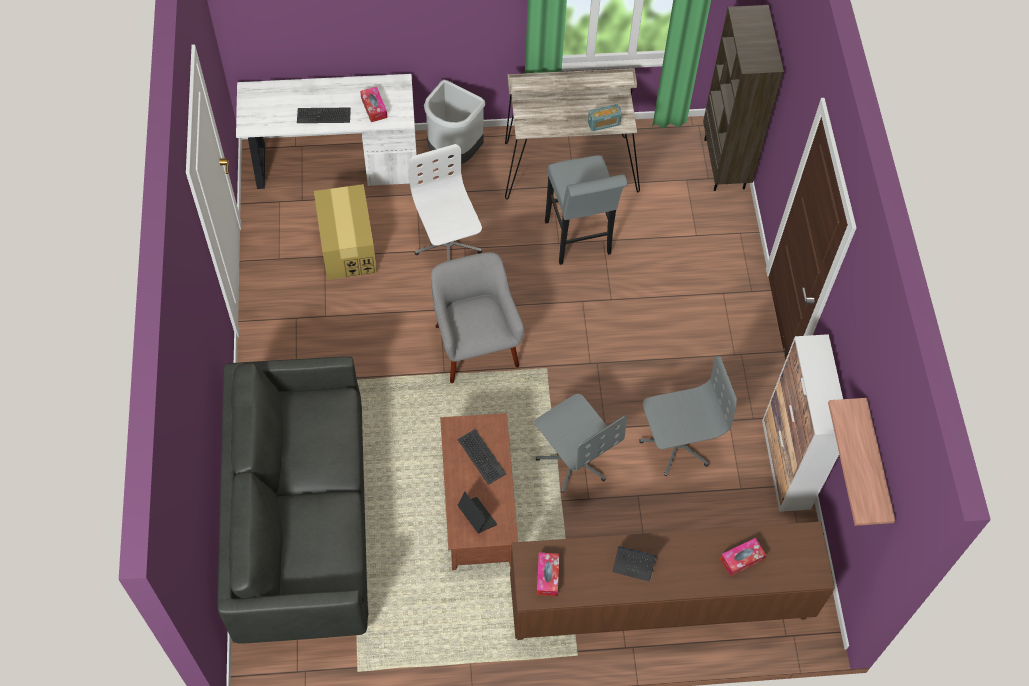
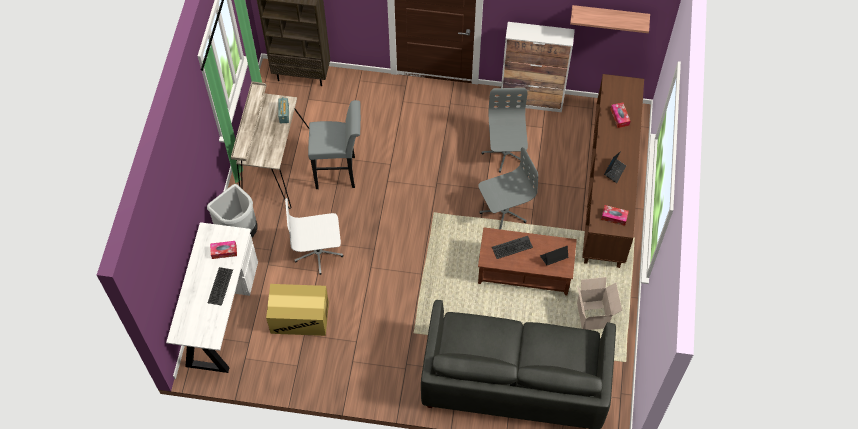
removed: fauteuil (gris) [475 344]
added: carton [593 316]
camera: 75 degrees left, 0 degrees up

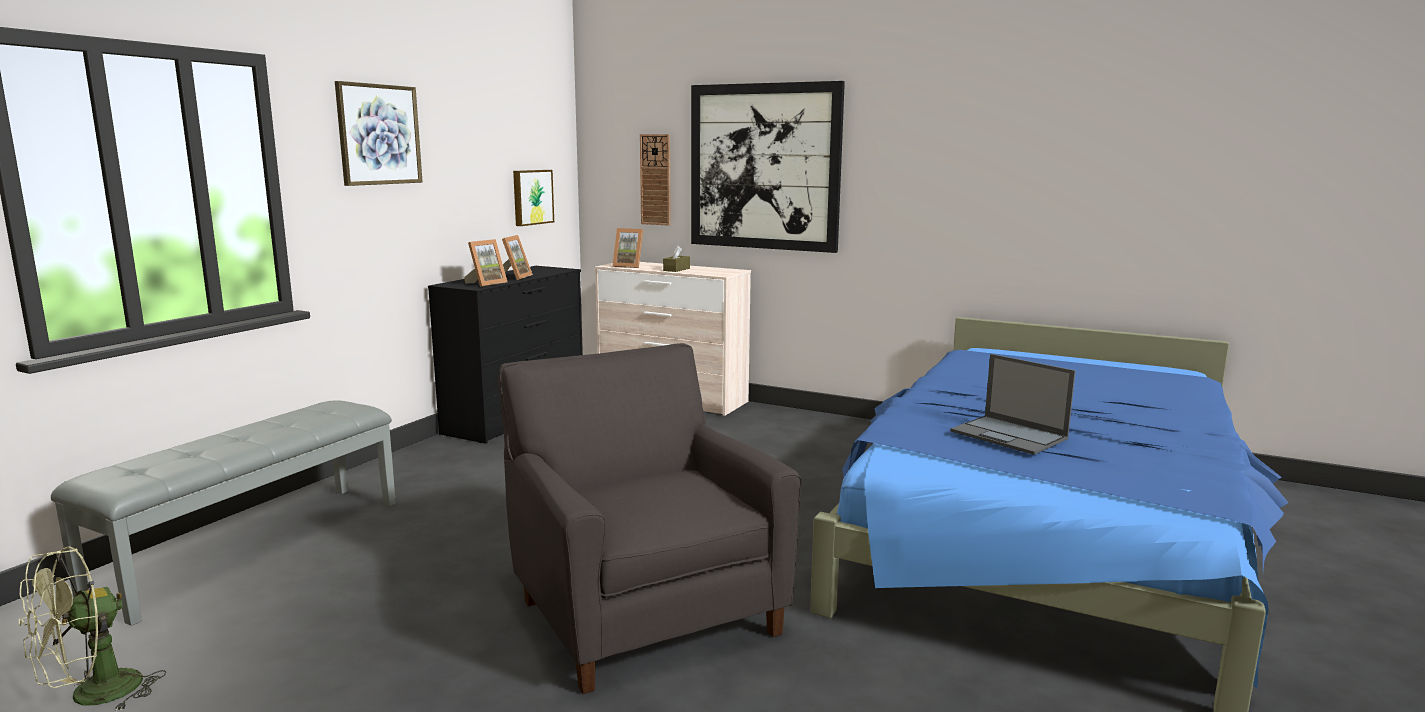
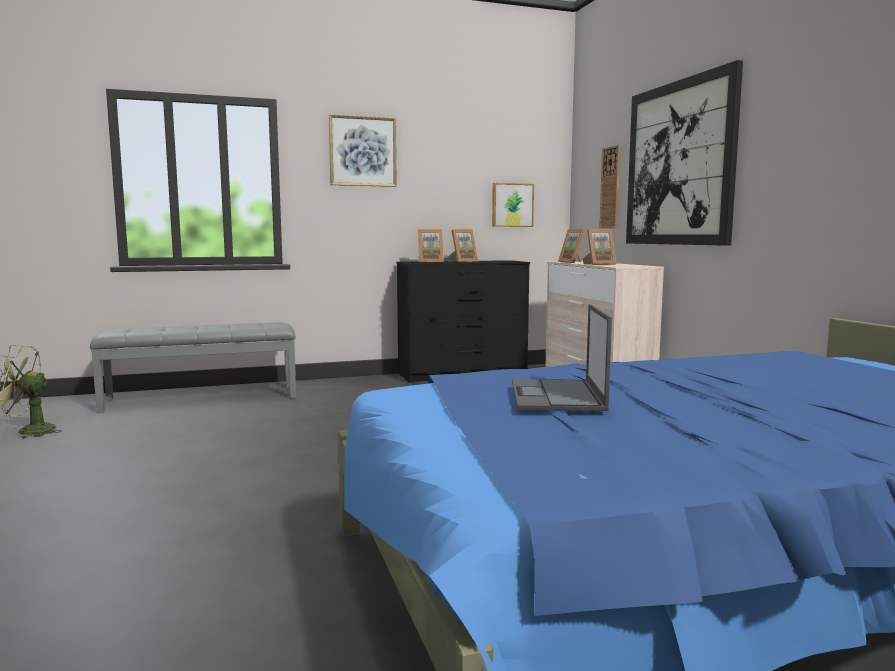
removed: fauteuil (gris) [642 611]
replaced: boîte à mouchoirs (marron) [676 269] to cadre photo [599 264]
camera: 45 degrees right, 5 degrees down

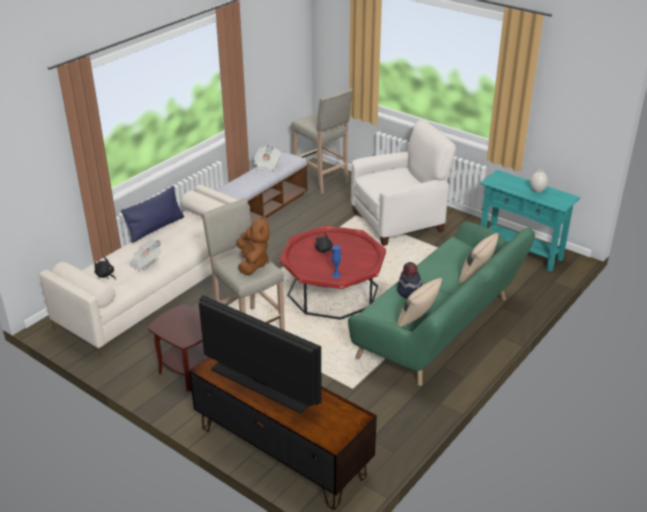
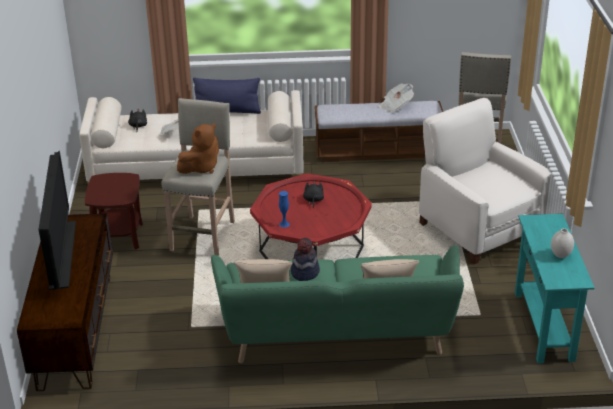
turned: fauteuil (blanc) [398 221] = [478 228] 150 degrees counterclockwise
camera: 50 degrees right, 0 degrees up

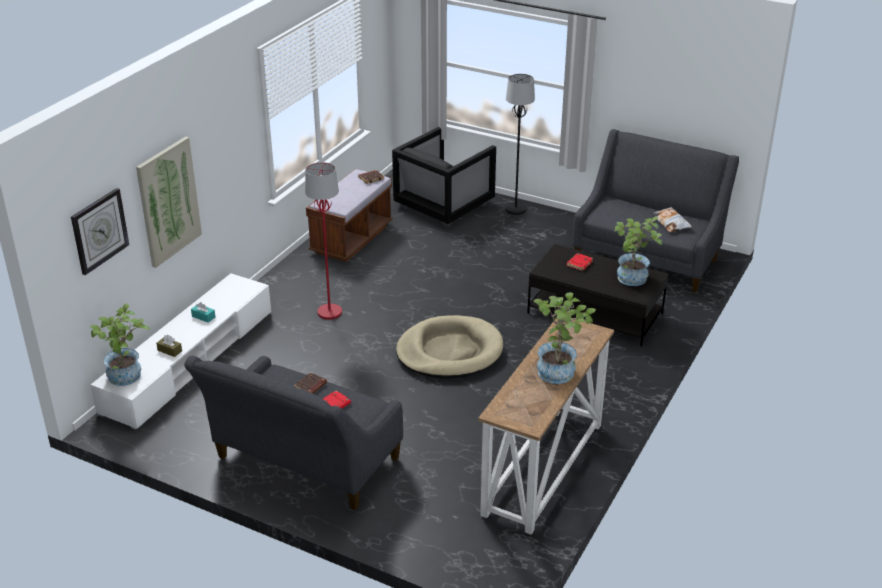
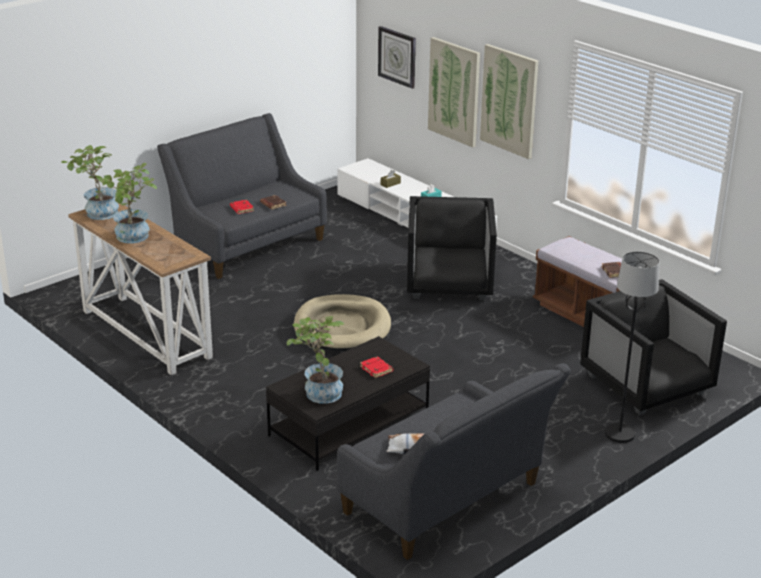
added: tableau [509 101]
moved: plante en pot [127 378] to [97 214]
replaced: lampadaire (rouge) [329 312] to fauteuil (noir) [449 283]
camera: 110 degrees right, 5 degrees down

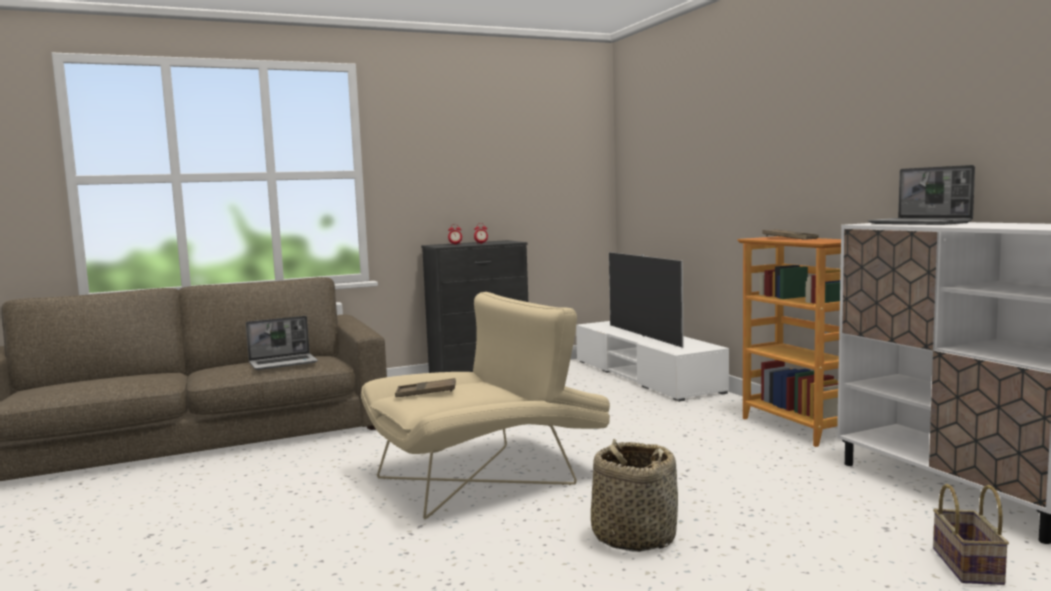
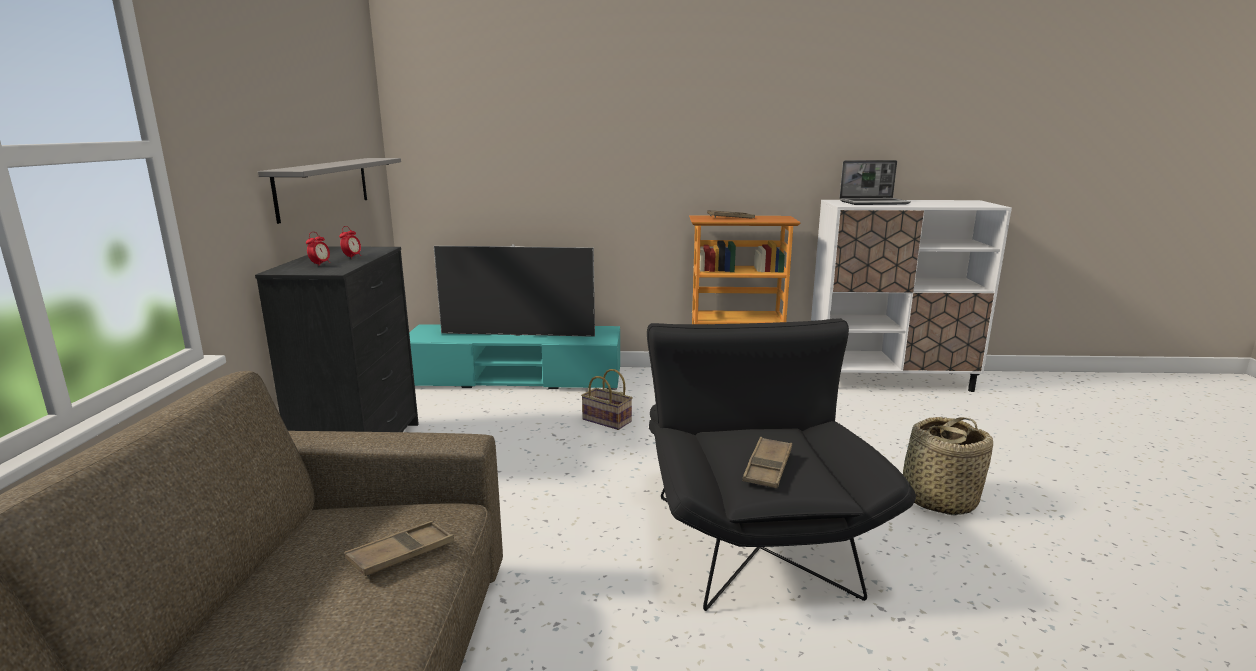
added: étagère (gris) [324 187]
moved: panier [964 565] to [605 420]
replaced: ordinateur portable [284 363] to plateau (marron) [401 554]
recoloured: meuble télé (blanc) [645 376] to meuble télé (turquoise) [515 378]; fauteuil (beige) [488 476] to fauteuil (noir) [751 532]
camera: 65 degrees left, 10 degrees up

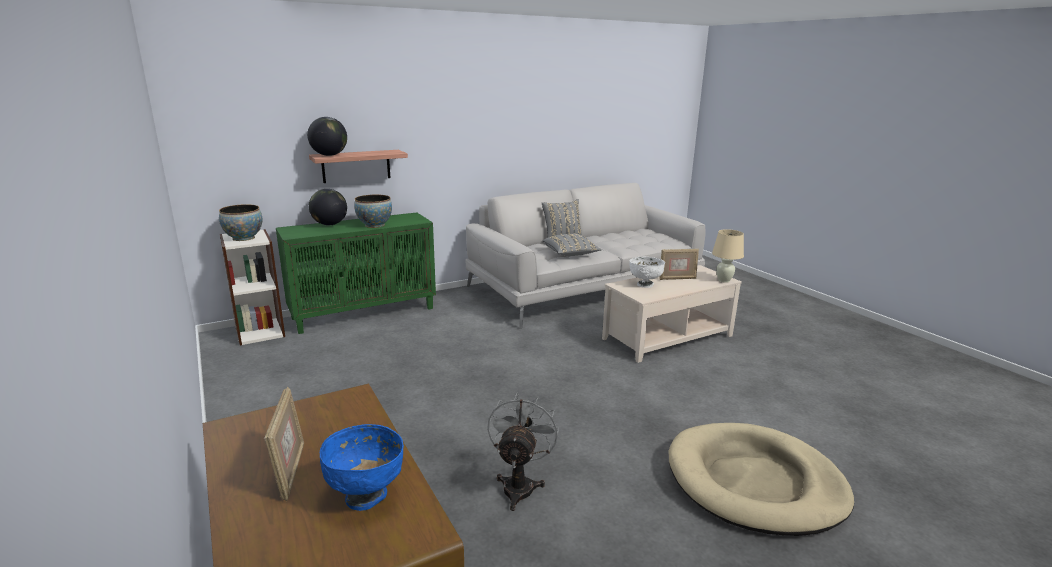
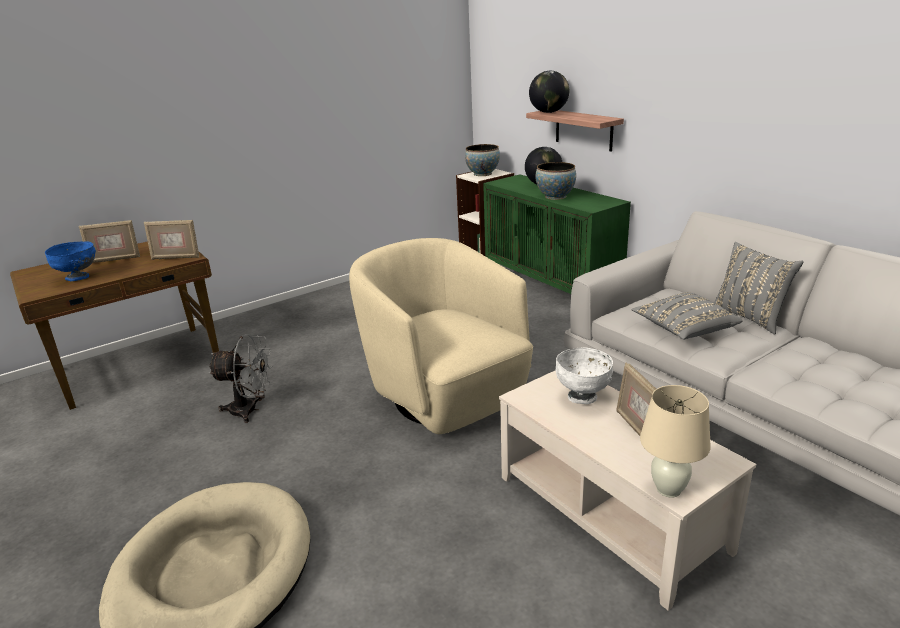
added: cadre photo [176 257]; fauteuil (beige) [445 395]
camera: 85 degrees right, 5 degrees up

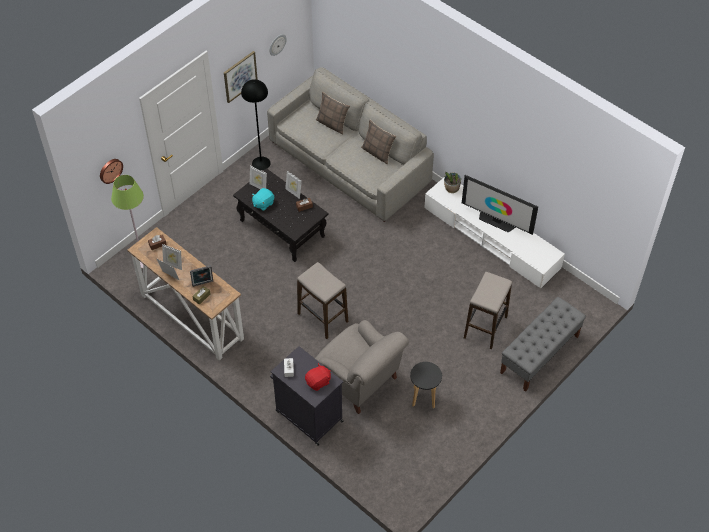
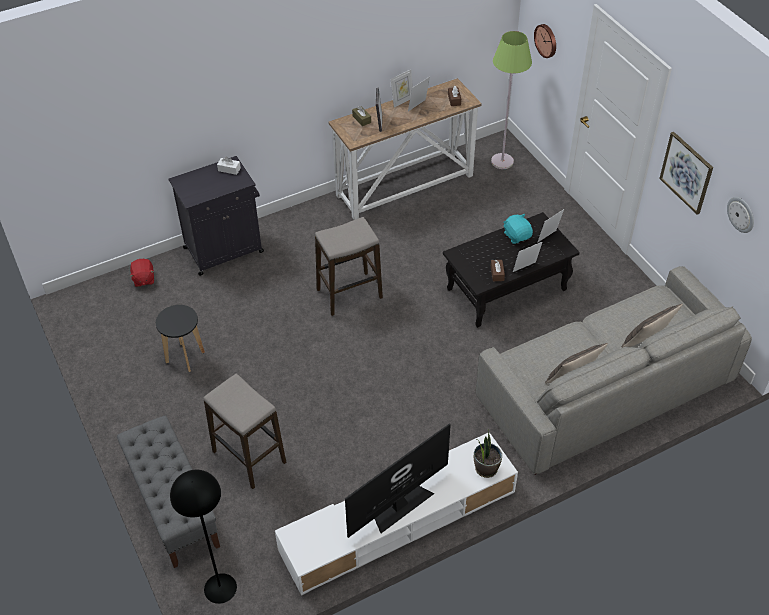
removed: fauteuil (gris) [359 381]
moved: peluche (rouge) [318 382] to [143 279]; lampadaire (noir) [261 163] to [220 588]
camera: 110 degrees right, 5 degrees down

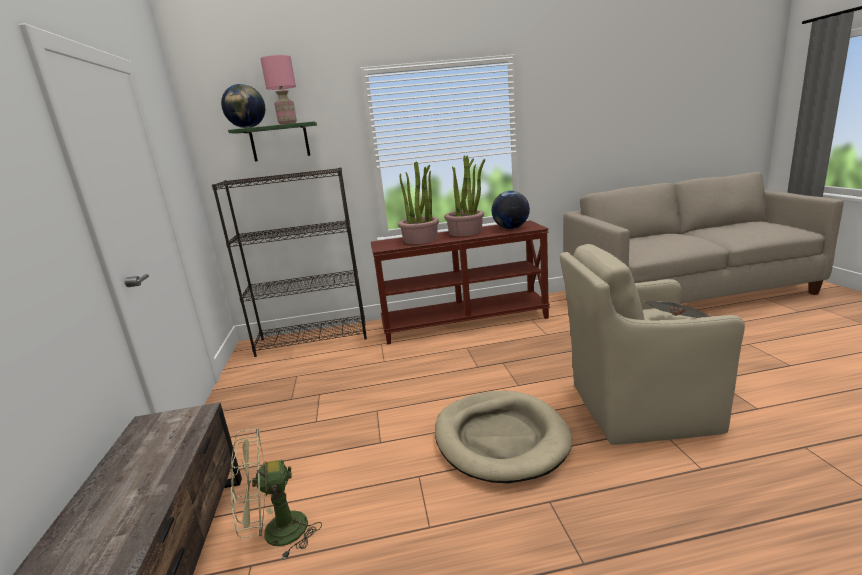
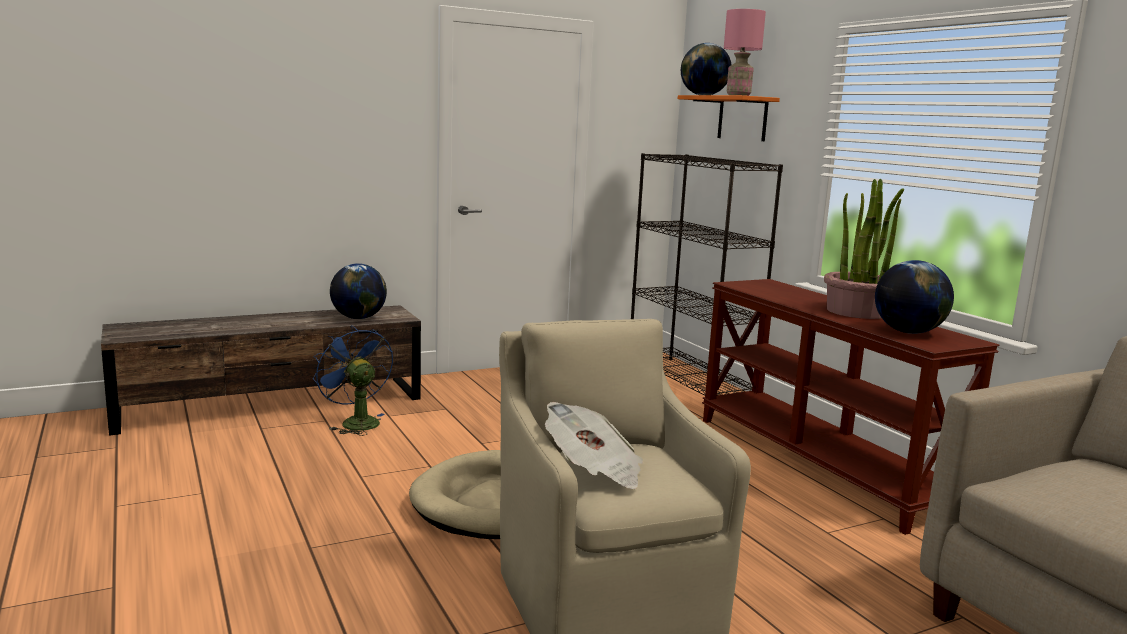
removed: plante en pot [420 240]
added: globe [358 318]
recoloured: ventilateur (vert) [275 534] to ventilateur (bleu) [355 422]; étagère (vert) [280 142] to étagère (orange) [742 118]
camera: 70 degrees right, 5 degrees down

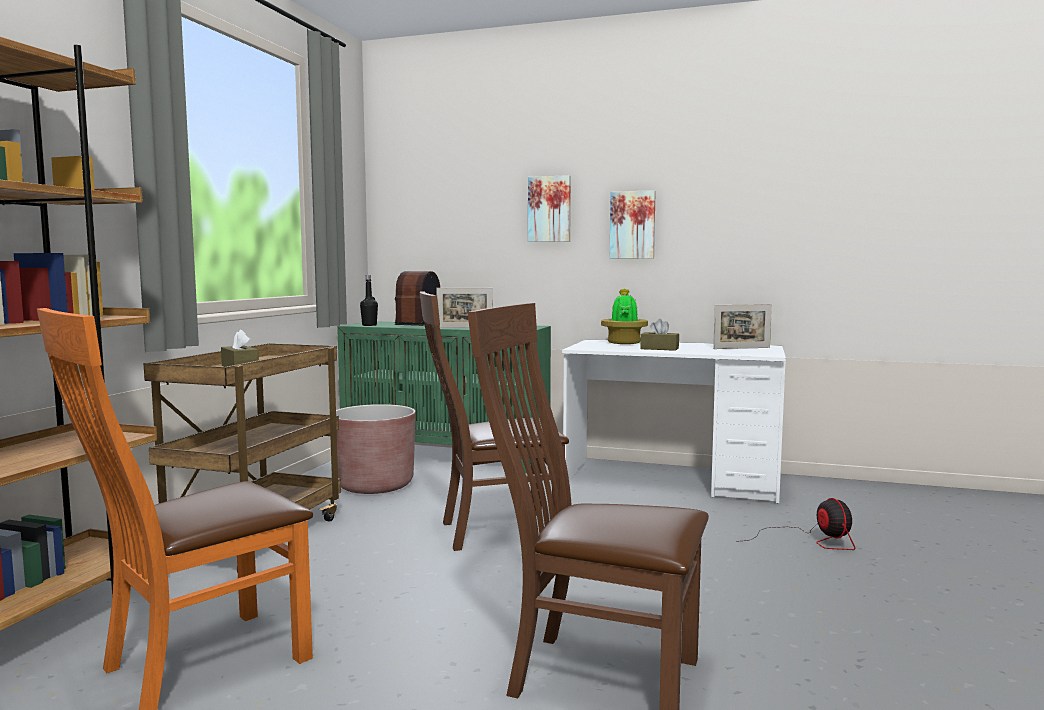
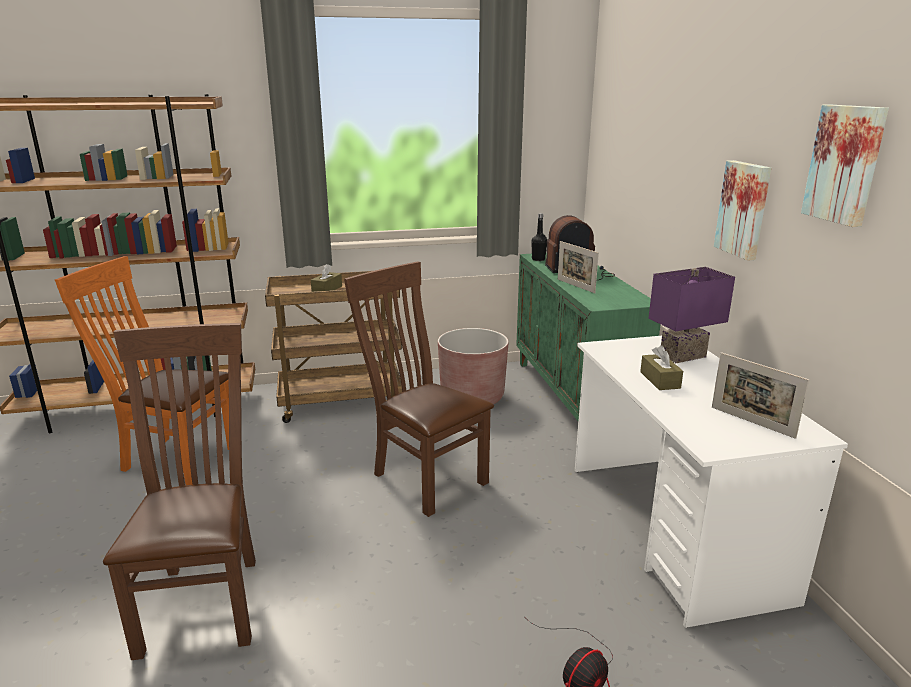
moved: tableau [549 209] to [846 164]
replaced: plante en pot [624 343] to lampe de table (violet) [681 355]
camera: 60 degrees right, 15 degrees up

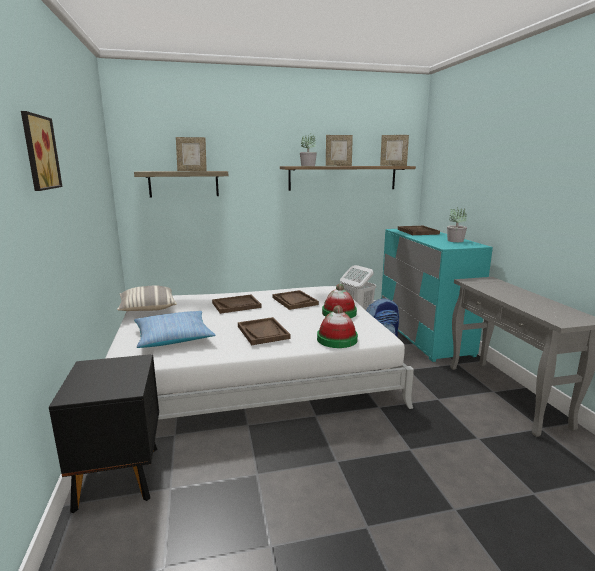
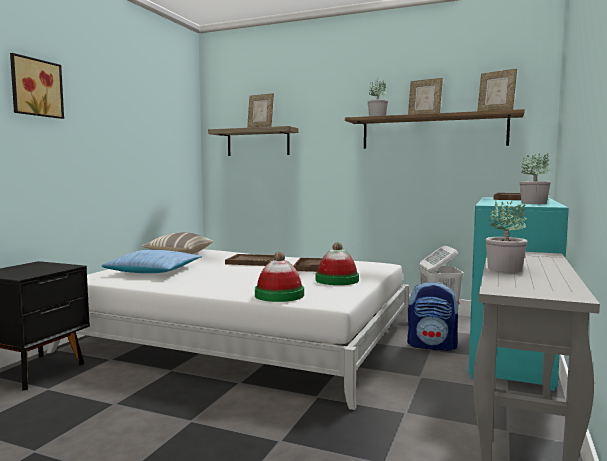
removed: plateau (marron) [263 332]
added: plante en pot [504 269]
camera: 35 degrees right, 10 degrees down

